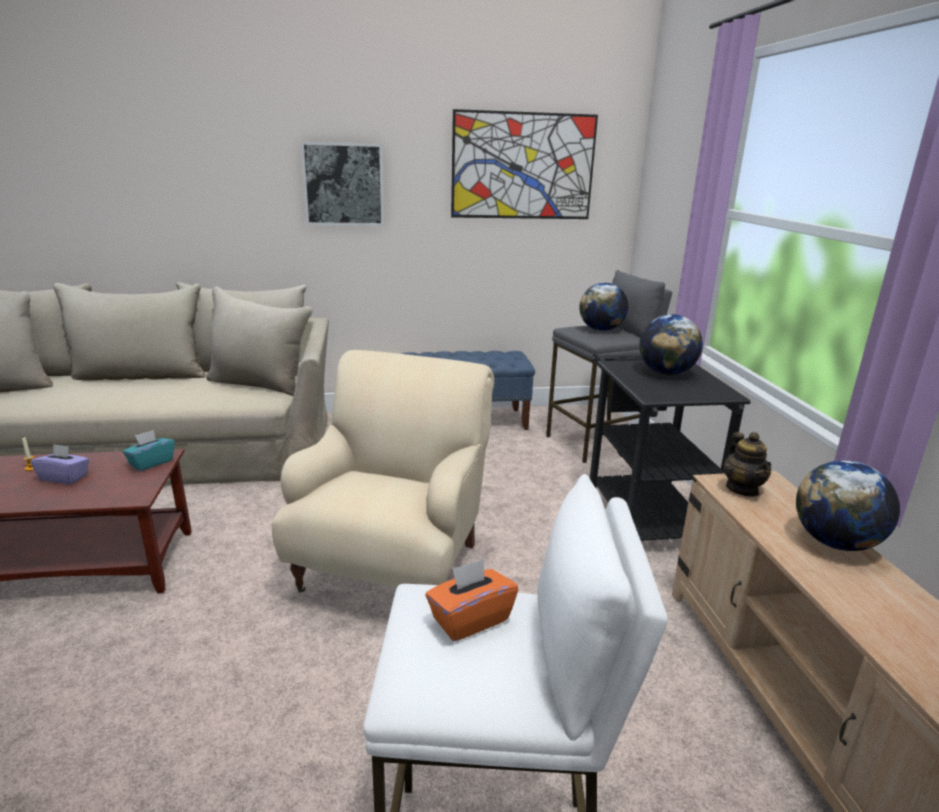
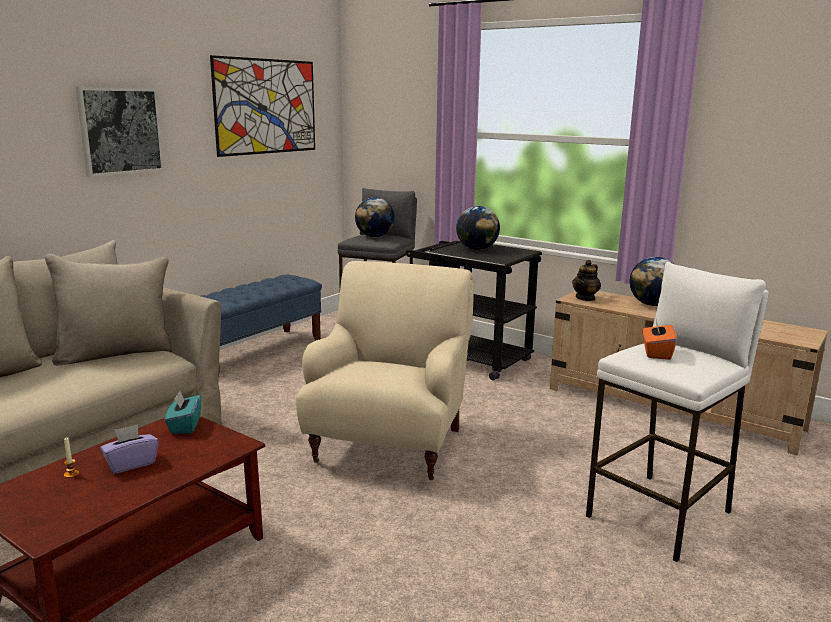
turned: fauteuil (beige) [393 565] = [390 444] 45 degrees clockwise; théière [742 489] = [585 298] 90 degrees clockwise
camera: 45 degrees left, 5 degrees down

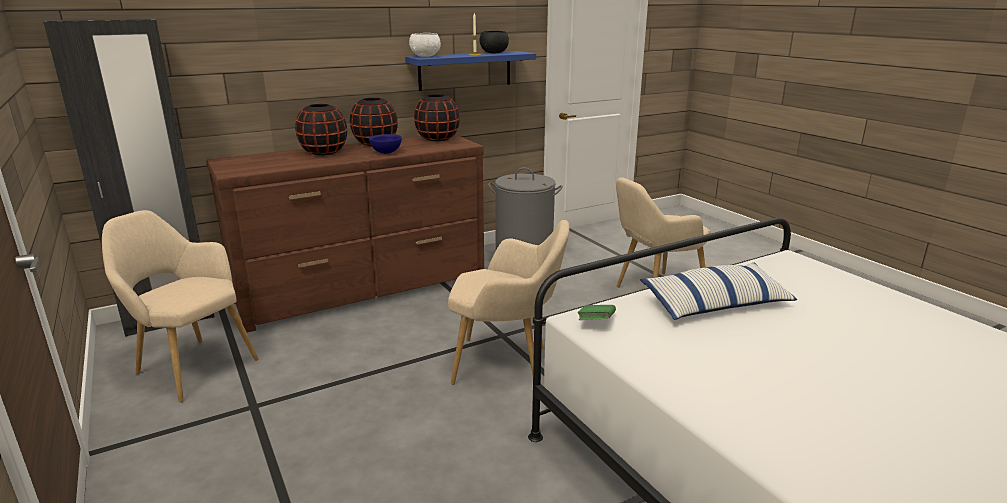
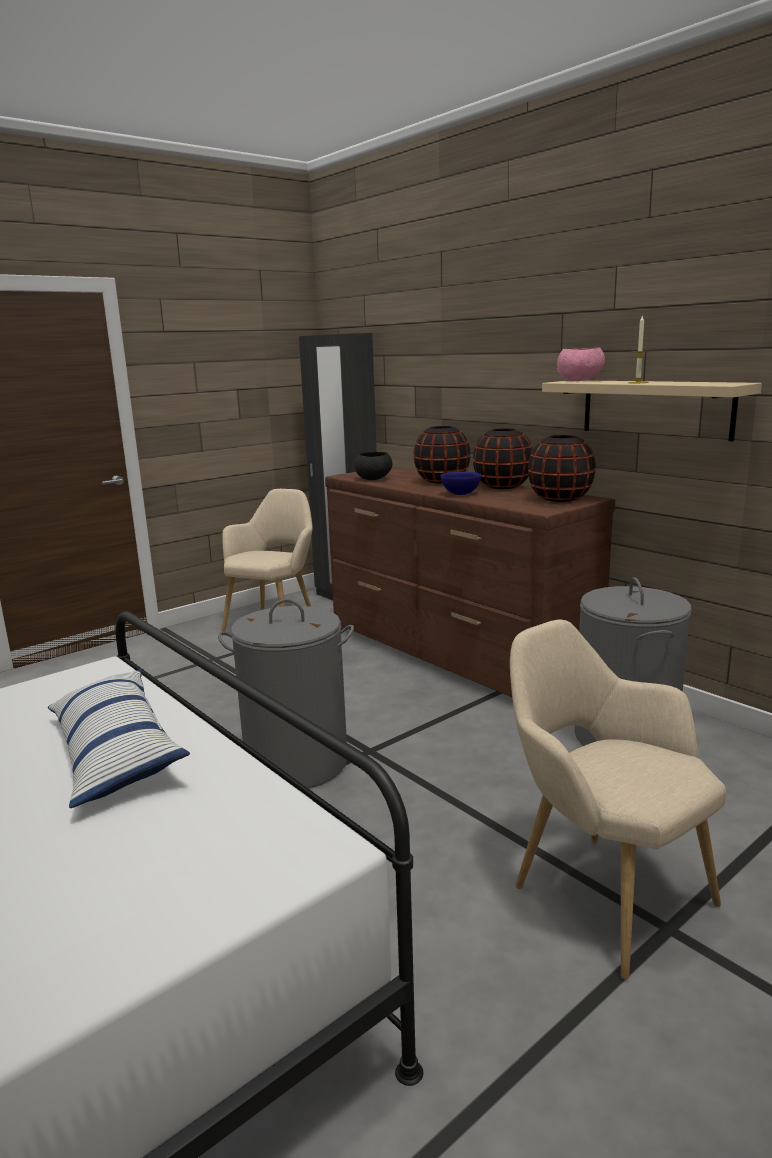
removed: livre (vert) [596 323]
moved: bol (noir) [494 53] to [374 479]
replaced: fauteuil (beige) [507 364] to panier à linge (gris) [296 763]
recoloured: étagère (bleu) [465 70] to étagère (beige) [655 408]; bol (blanc) [425 56] to bol (rose) [580 381]
camera: 80 degrees right, 5 degrees down

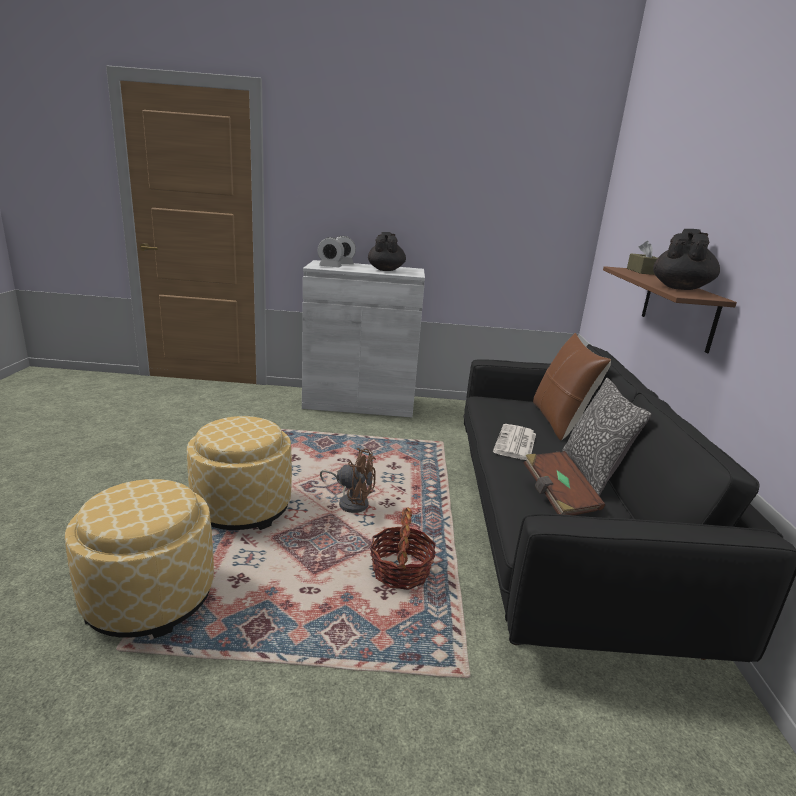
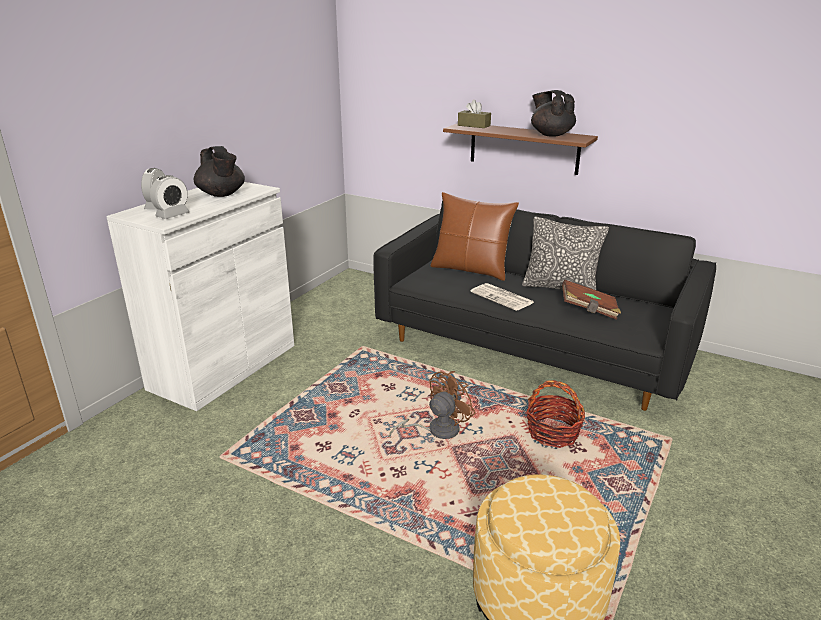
removed: pouf [242 507]
turned: théière (noir) [385 270] = [222 194] 150 degrees counterclockwise
camera: 60 degrees left, 5 degrees up

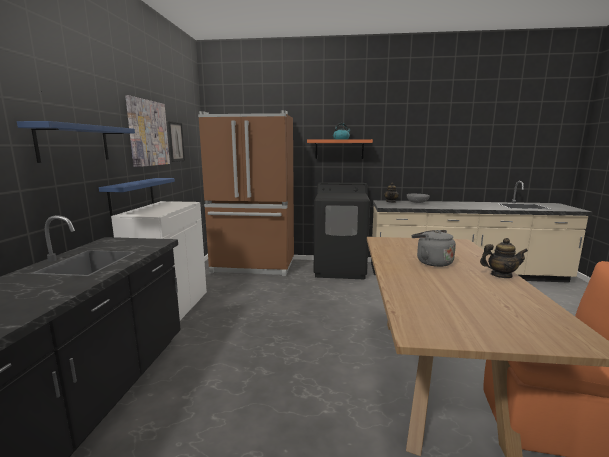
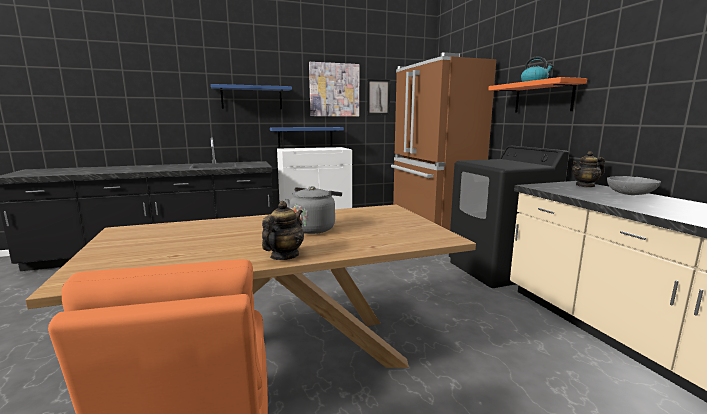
turned: théière [501 275] = [284 256] 135 degrees counterclockwise
camera: 65 degrees right, 0 degrees up

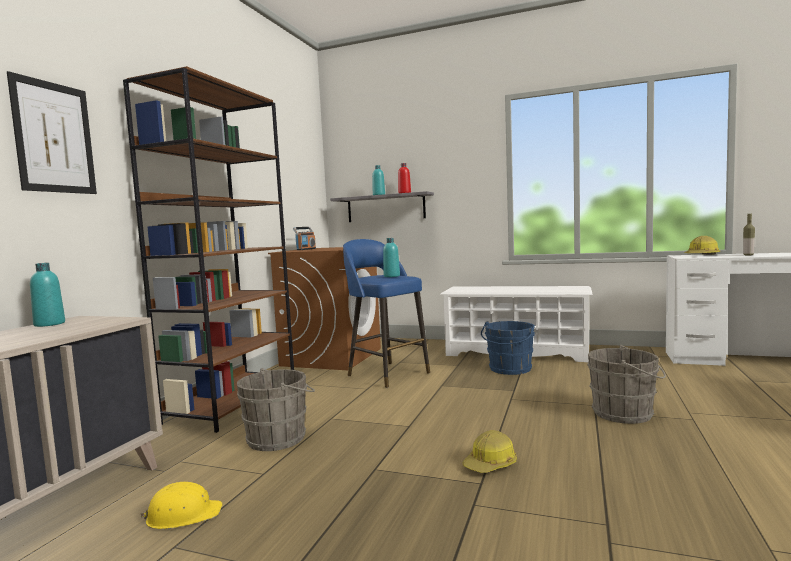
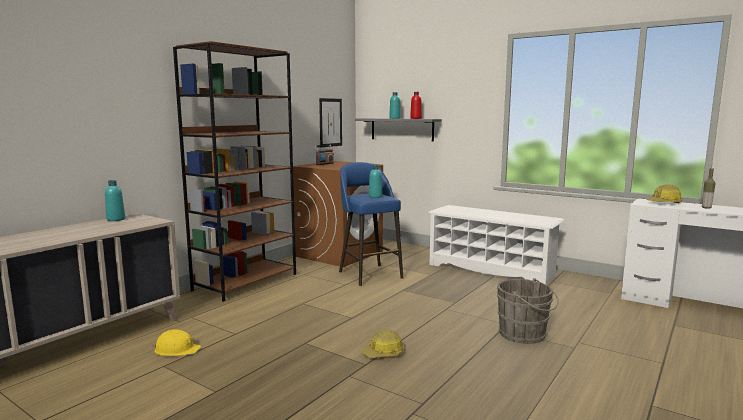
removed: seau (gris) [280 437]; seau (bleu) [509 369]
moved: tableau [54 137] to [330 122]
camera: 15 degrees right, 5 degrees up

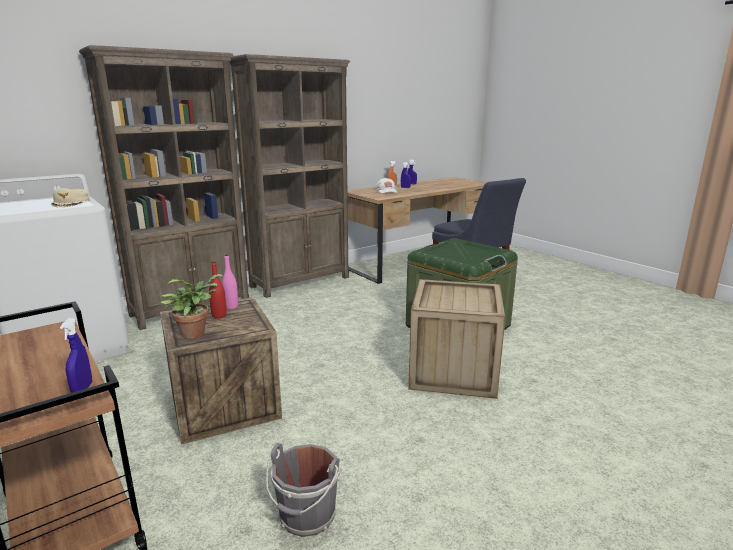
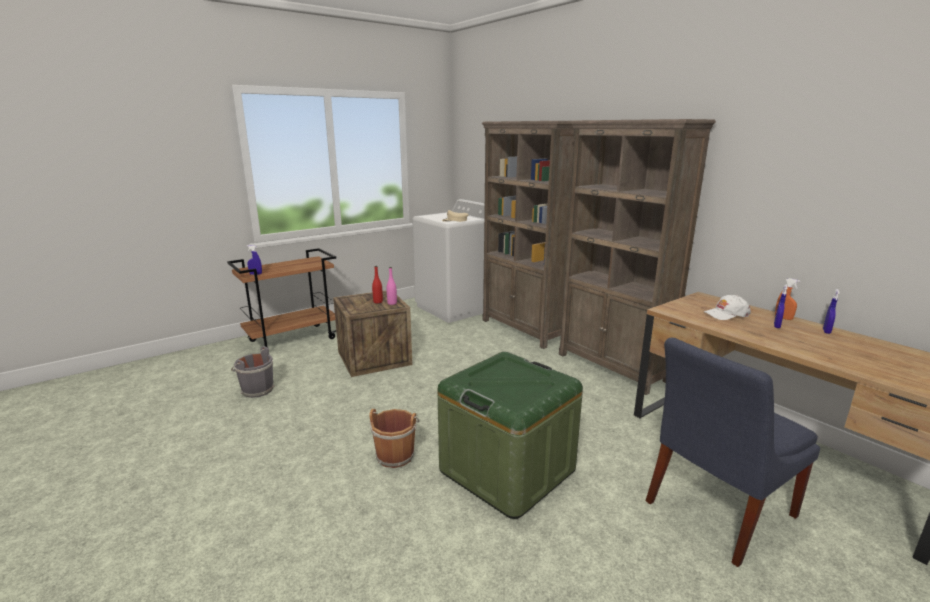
removed: plante en pot [195 332]
replaced: caisse [453 372] to seau (marron) [395 455]
camera: 90 degrees right, 0 degrees up

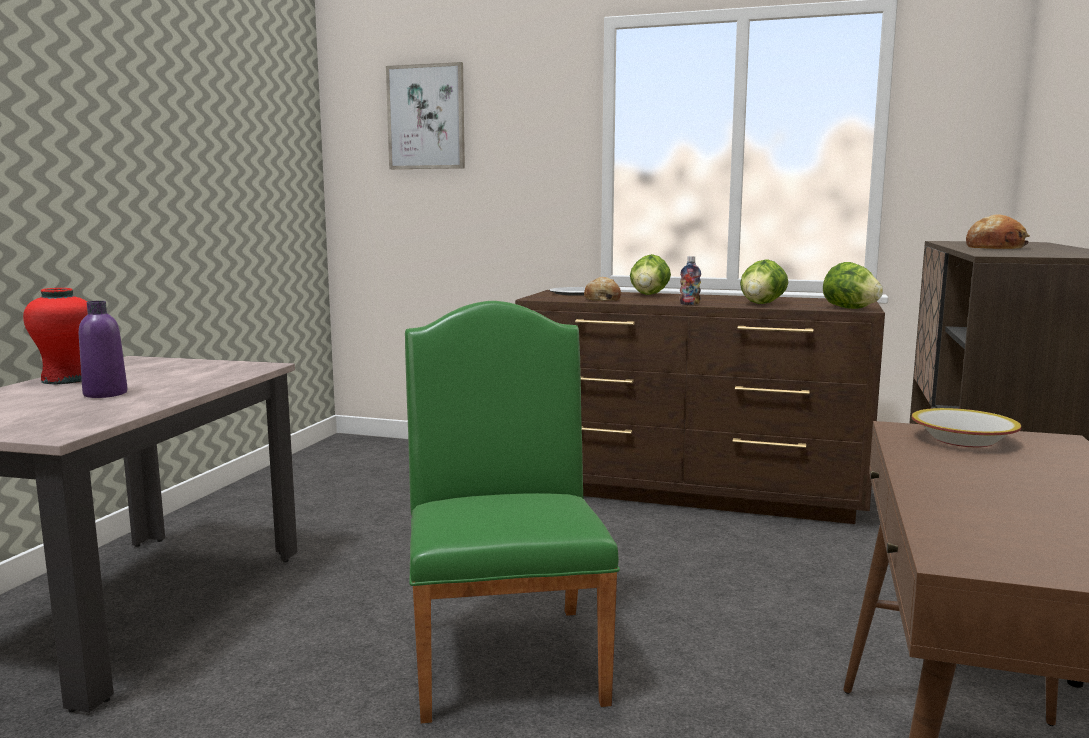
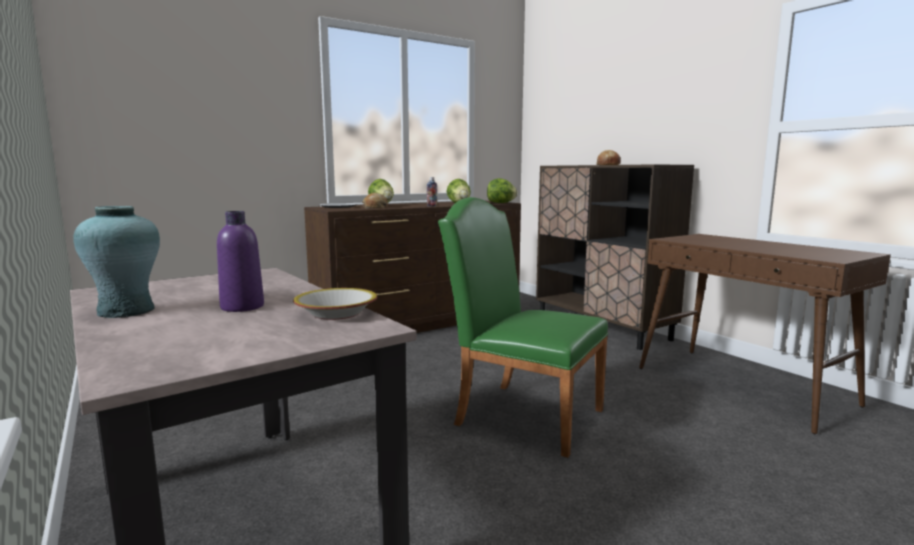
removed: tableau [426 117]
moved: bol [962 440] to [336 313]
recoloured: vase (rouge) [66 379] to vase (turquoise) [126 311]
camera: 50 degrees left, 0 degrees up

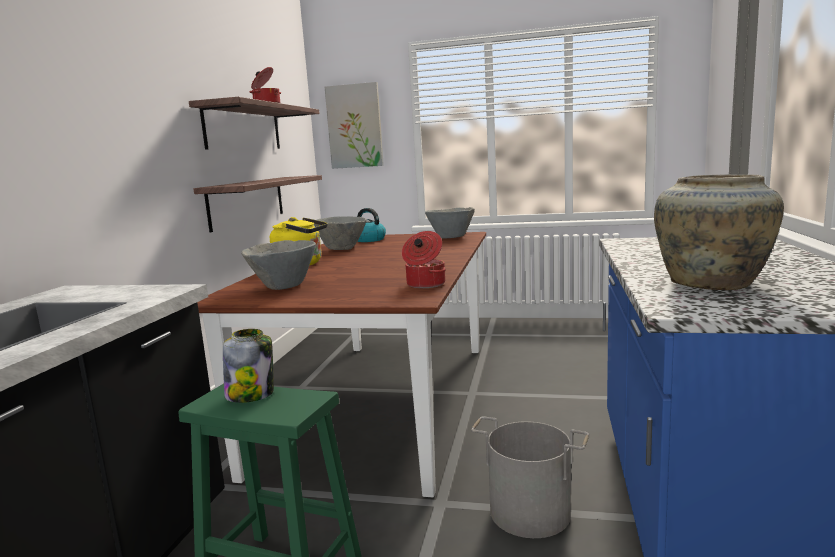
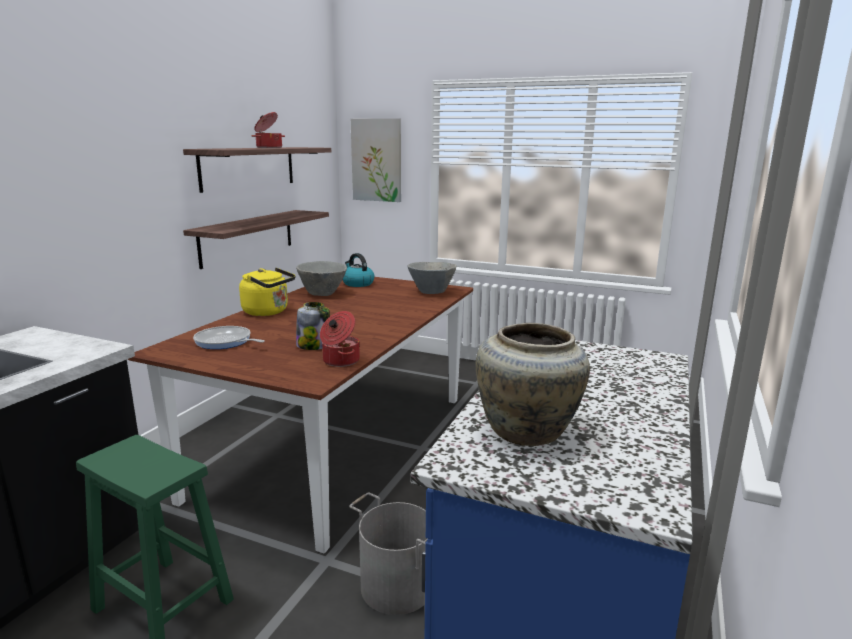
moved: bocal [251 394] to [313 345]
replaced: bol (gris) [283 286] to poêle [225 342]
camera: 10 degrees right, 5 degrees up

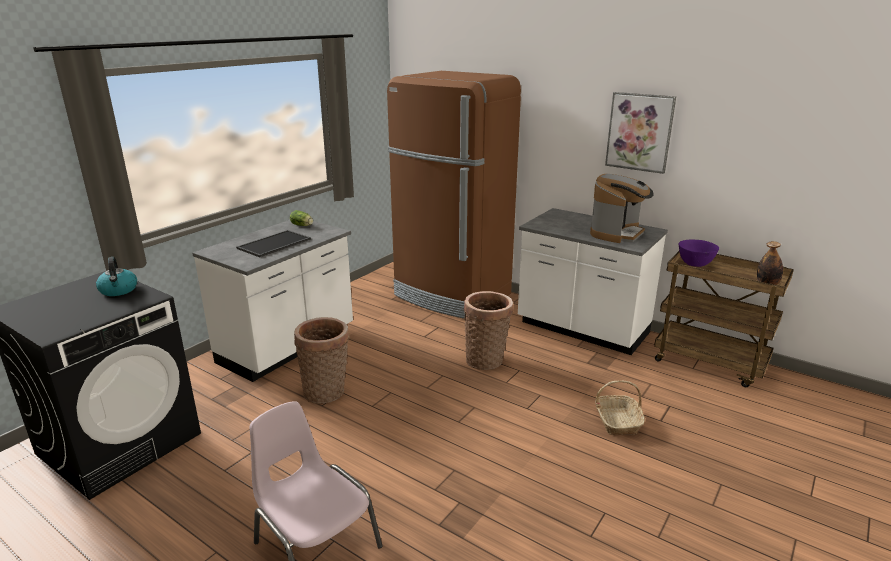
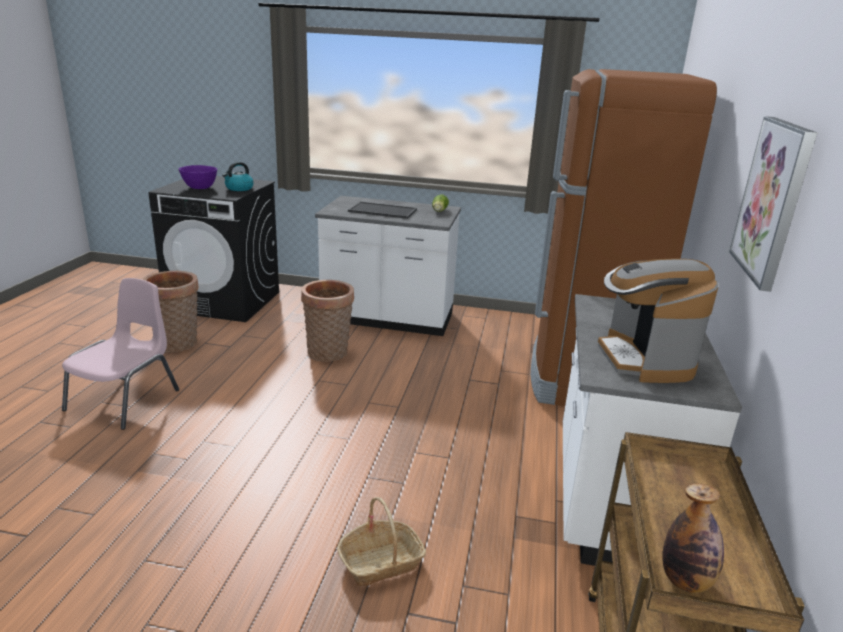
moved: panier [486 359] to [178 344]; bol (violet) [695 264] to [199 188]
turned: machine à café [617 233] = [644 360] 75 degrees clockwise
camera: 65 degrees right, 0 degrees up

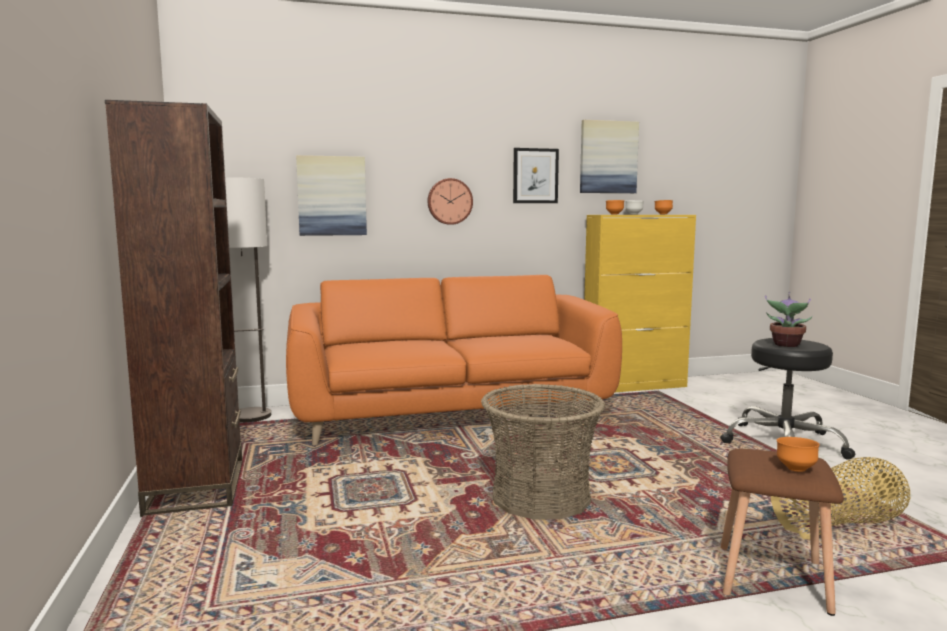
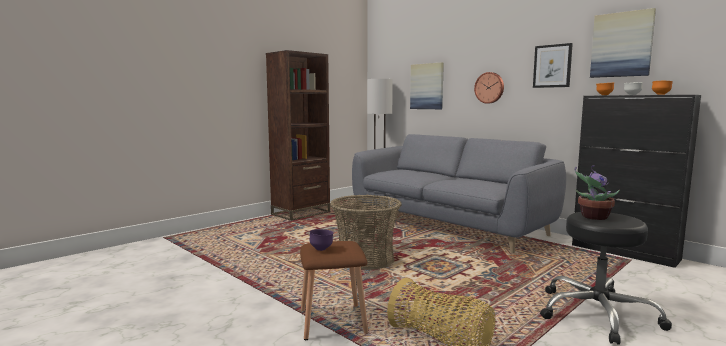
recoloured: bol (orange) [795 469] to bol (violet) [321 249]; canapé (orange) [450 415] to canapé (gris) [448 225]; meuble de rangement (jaune) [635 386] to meuble de rangement (noir) [624 252]
camera: 60 degrees right, 0 degrees up

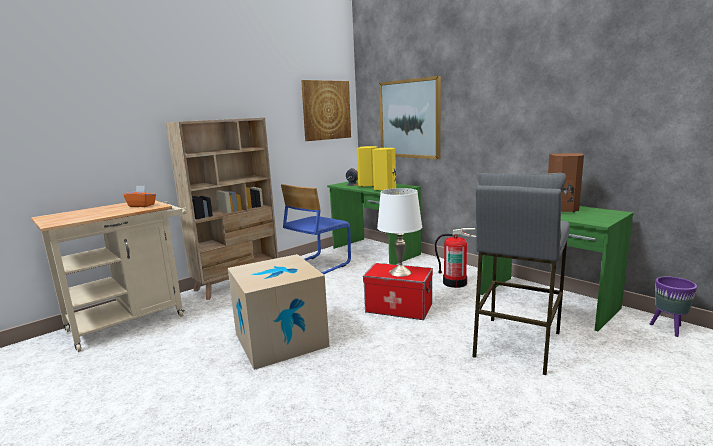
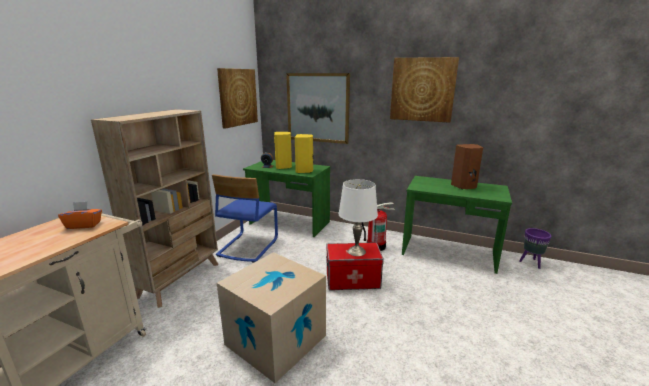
removed: tabouret (gris) [515 344]
added: tableau [422 89]
camera: 25 degrees left, 5 degrees up

